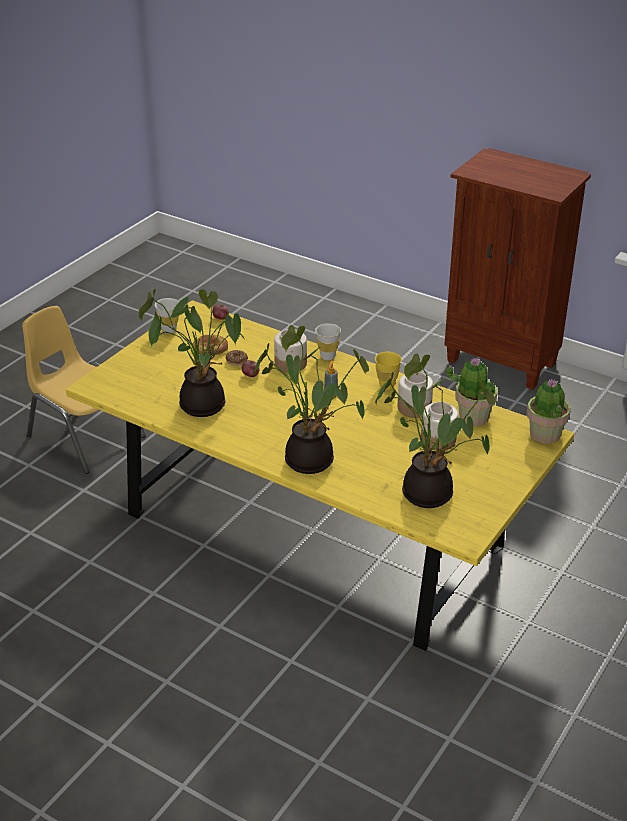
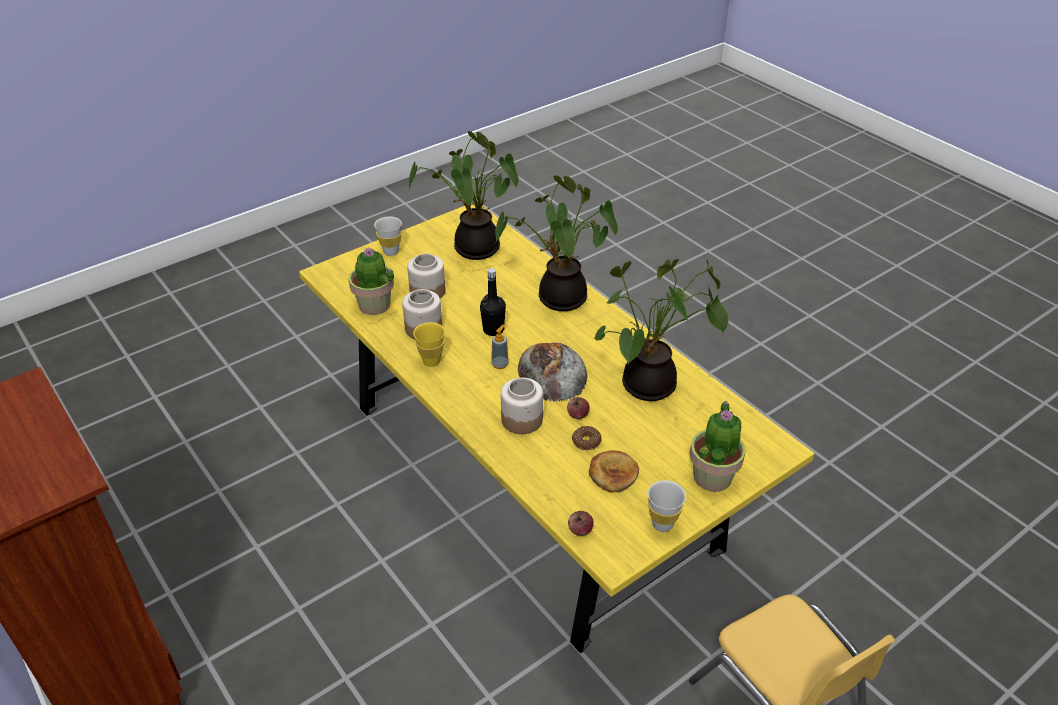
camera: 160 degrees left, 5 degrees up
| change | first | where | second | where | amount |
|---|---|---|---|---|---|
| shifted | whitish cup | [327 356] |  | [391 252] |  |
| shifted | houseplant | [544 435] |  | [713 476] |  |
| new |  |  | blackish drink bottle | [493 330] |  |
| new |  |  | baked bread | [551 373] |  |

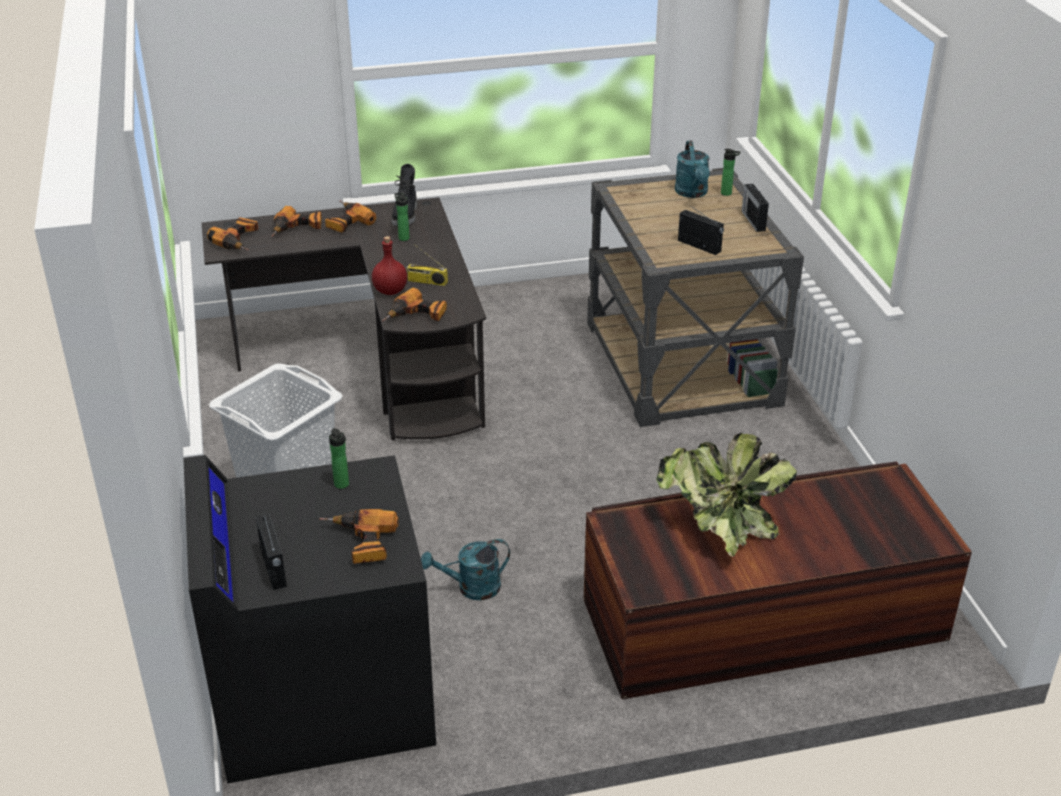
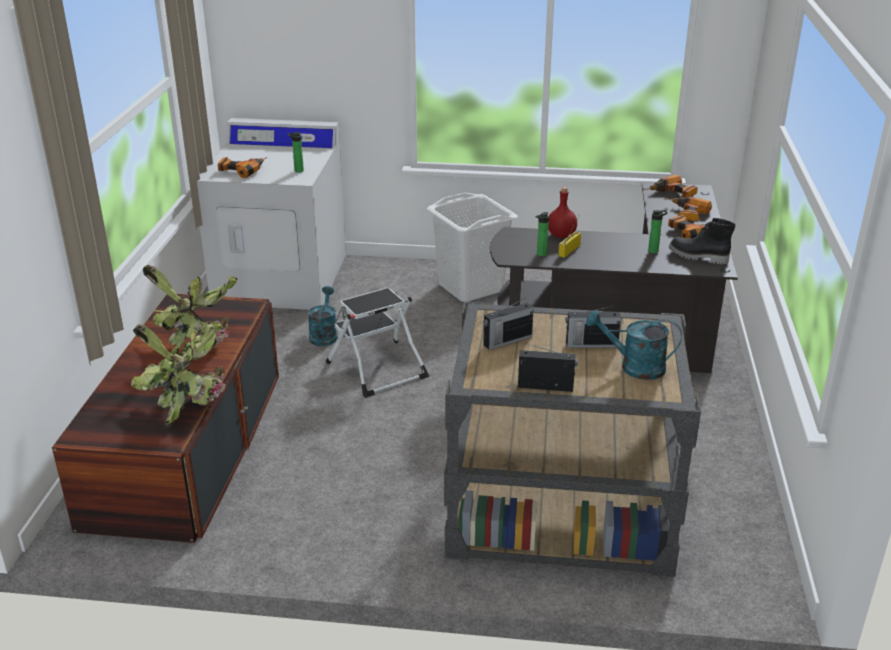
camera: 110 degrees right, 5 degrees down
| change | first | where | second | where | amount |
|---|---|---|---|---|---|
| repainted | blackish washing machine | [323 691] | whitish washing machine | [281 279] |  |
| shifted | radio receiver | [273 568] |  | [590 344] |  |
| gone | power drill | [417 316] |  |  |  |
| shifted | drink bottle | [728 193] |  | [540 254] |  |
| new |  |  | houseplant | [189 399] |  |
| new |  |  | stepladder | [377 367] |  |

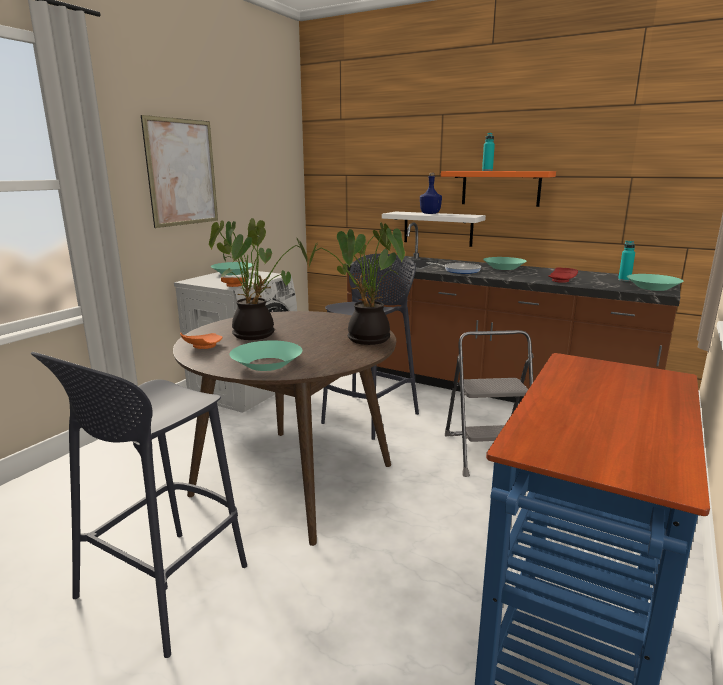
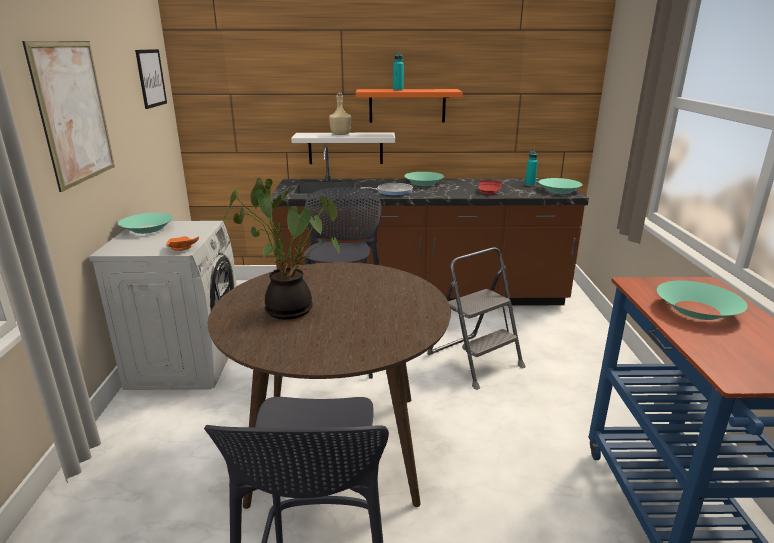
camera: 30 degrees left, 5 degrees up
| change | first | where | second | where | amount |
|---|---|---|---|---|---|
| gone | orangey plate | [201 346] |  |  |  |
| shifted | turquoise serving bowl | [266 364] |  | [697 310] |  |
| gone | houseplant | [364 339] |  |  |  |
| repainted | blue drink bottle | [429 213] | beige drink bottle | [340 134] |  |
| new |  |  | picture | [151 78] |  |

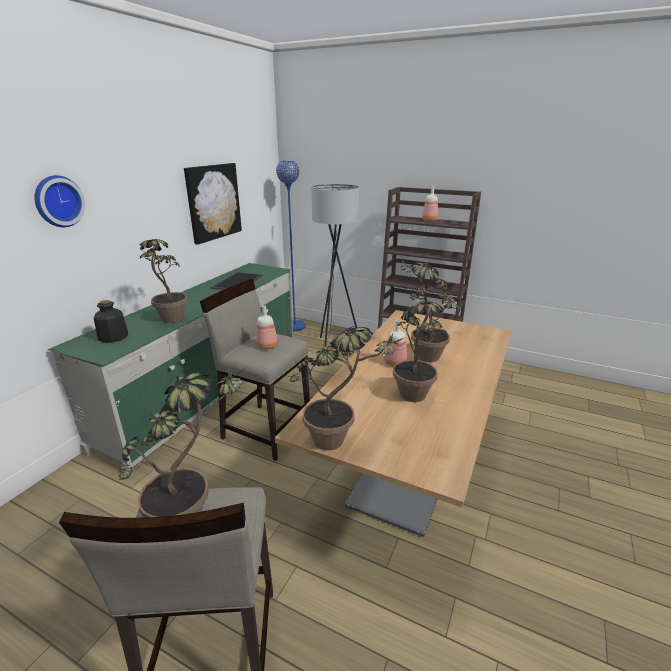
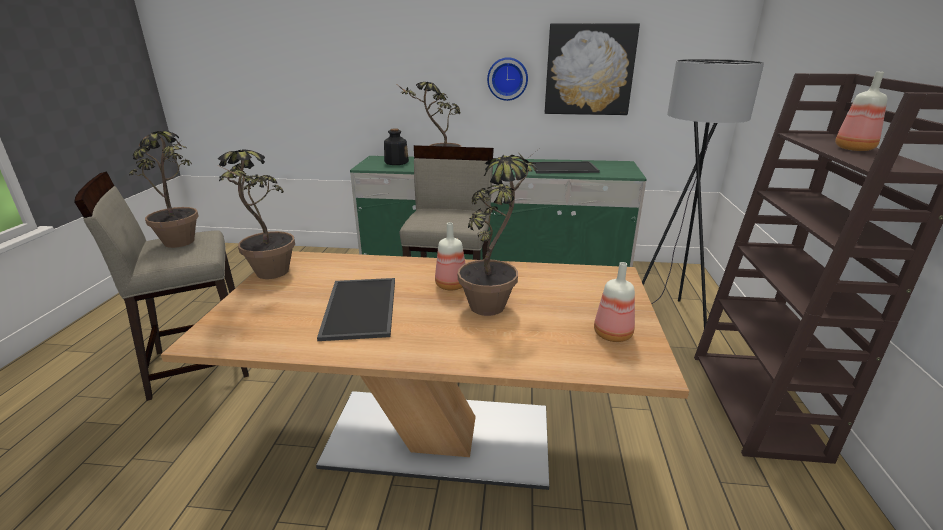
camera: 70 degrees right, 0 degrees up
| change | first | where | second | where | amount |
|---|---|---|---|---|---|
| shifted | clock on the wall | [57 201] |  | [507 79] |  |
| shifted | drink bottle | [268 346] |  | [614 335] |  |
| gone | blue floor lamp | [295 327] |  |  |  |
| swapped | houseplant | [414 400] | serving tray | [358 307] |  |

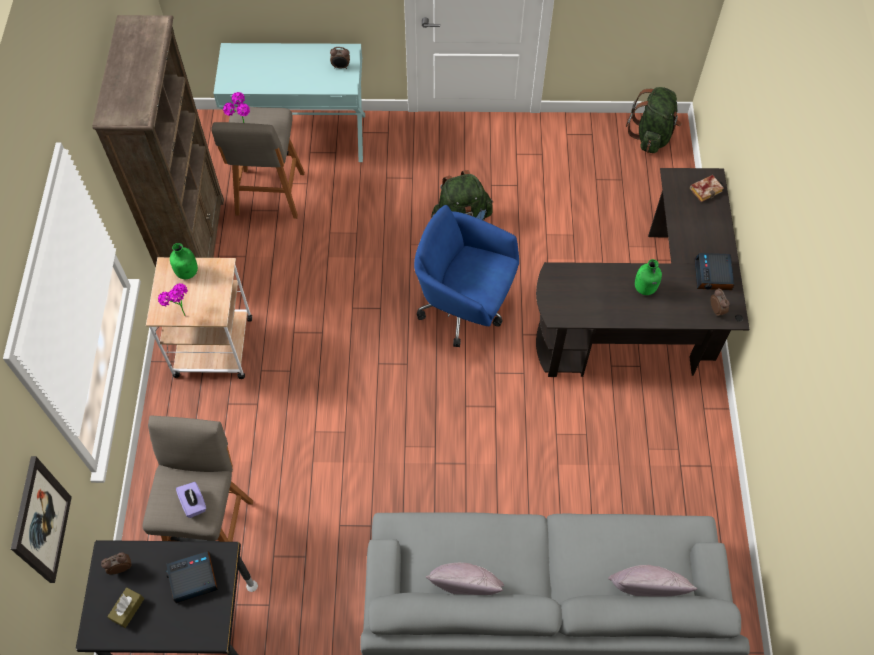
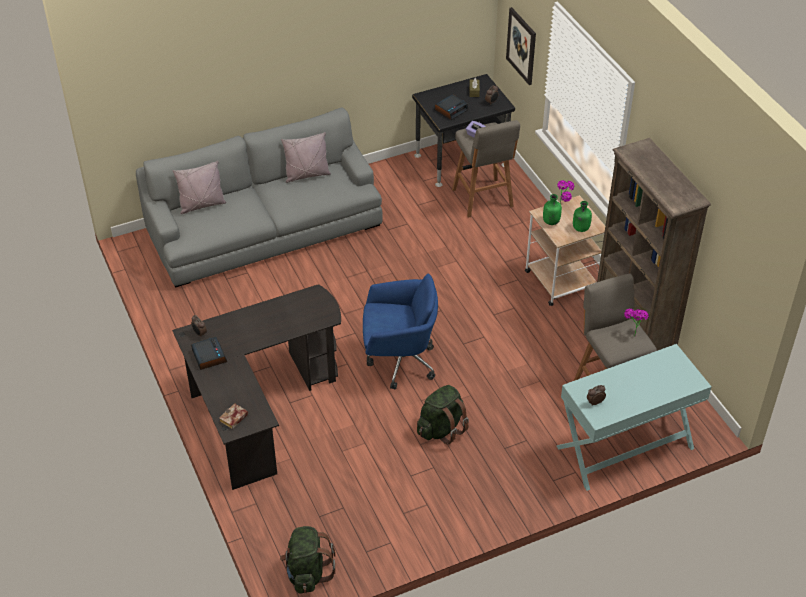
camera: 155 degrees right, 15 degrees down
| change | first | where | second | where | amount |
|---|---|---|---|---|---|
| shifted | greenish drink bottle | [645 288] |  | [551 221] |  |

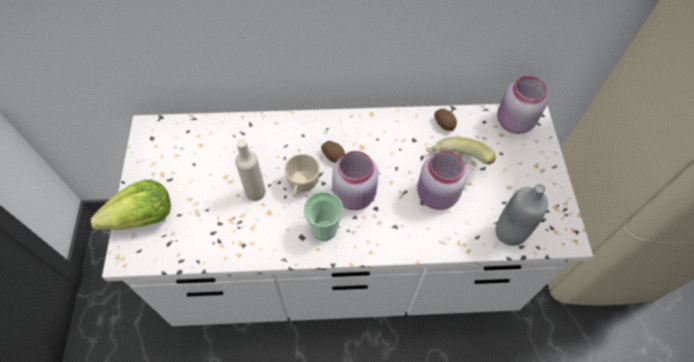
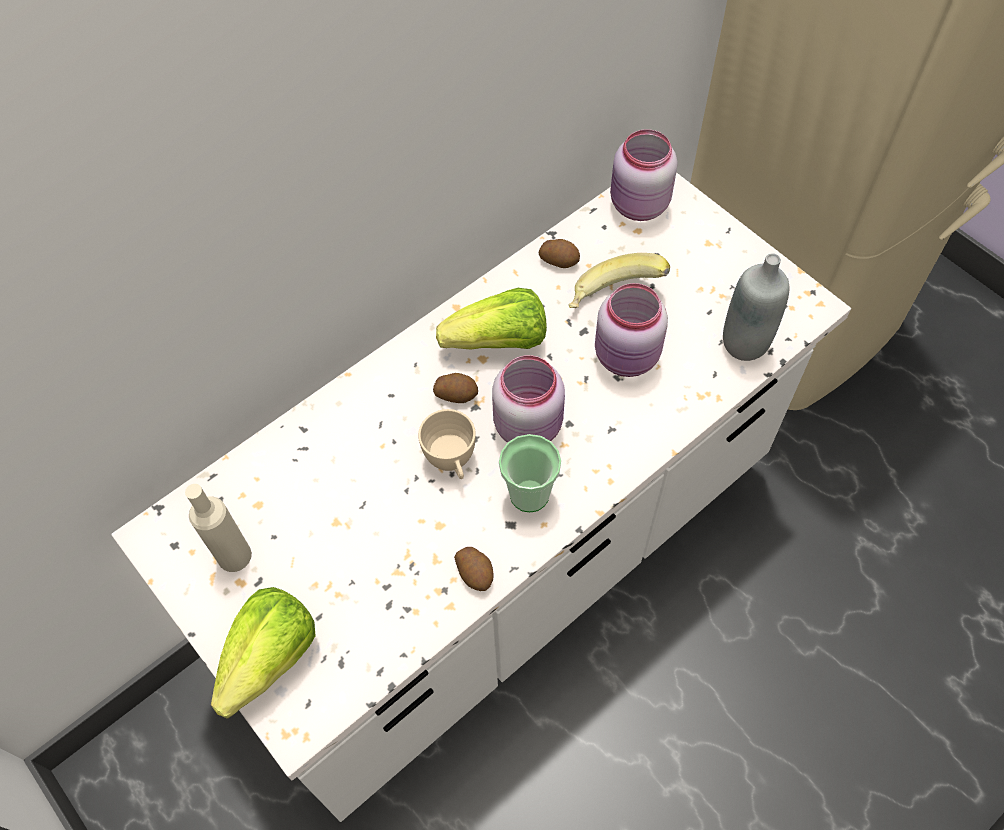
camera: 35 degrees left, 0 degrees up
| change | first | where | second | where | amount |
|---|---|---|---|---|---|
| shifted | beige drink bottle | [255 192] |  | [234 556] |  |
| new |  |  | head of lettuce | [499 342] |  |
| new |  |  | whole potato | [475 573] |  |

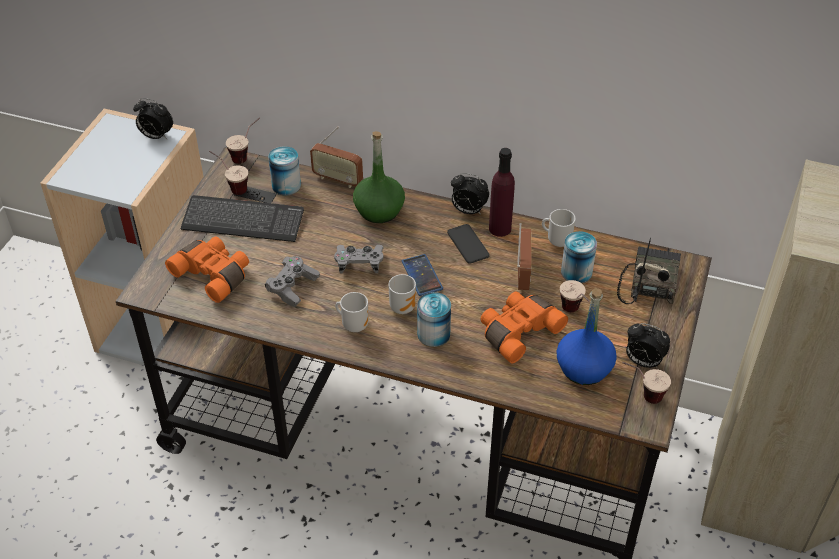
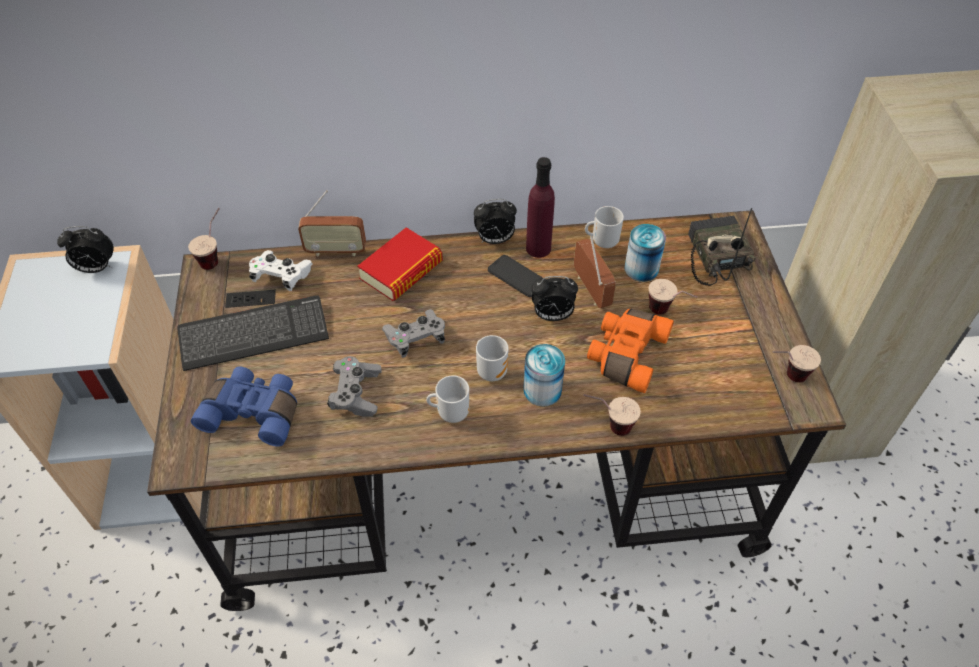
camera: 25 degrees left, 5 degrees up
| change | first | where | second | where | amount |
|---|---|---|---|---|---|
| repainted | orangey pair of binoculars | [214 274] | blue pair of binoculars | [254 412] |  |
| shifted | cup | [231 187] |  | [607 426] |  |
| swapped | sealed can | [286 185] | whitish gamepad | [281 276] |  |
| swapped | greenish drink bottle | [379 210] | bound book | [401 270] |  |
| gone | phone | [422 275] |  |  |  |
| gone | blue drink bottle | [584 368] |  |  |  |
| shifted | alarm clock | [643 362] |  | [552 316] |  |

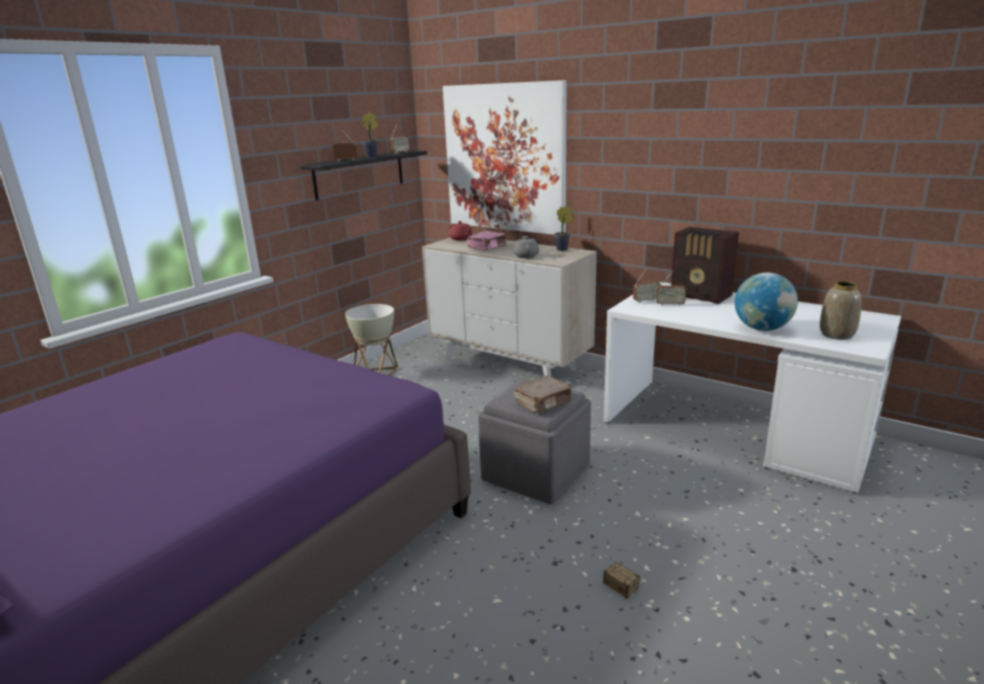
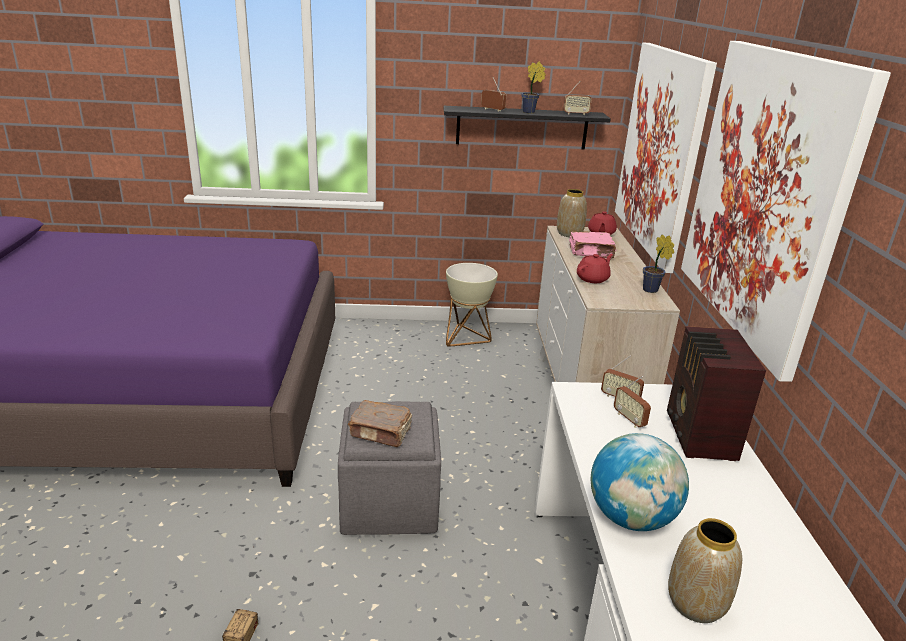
camera: 50 degrees right, 5 degrees up
| change | first | where | second | where | amount |
|---|---|---|---|---|---|
| repainted | grey pot for tea | [526 256] | red pot for tea | [593 279] |  |
| new |  |  | flower vase | [569 234] |  |
| new |  |  | picture | [764 196] |  |

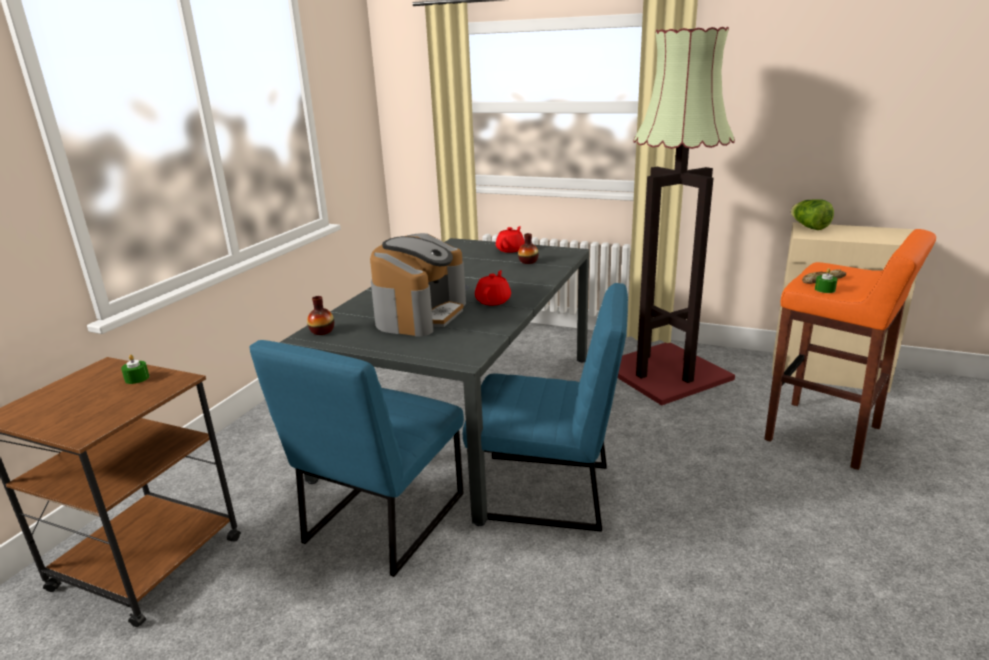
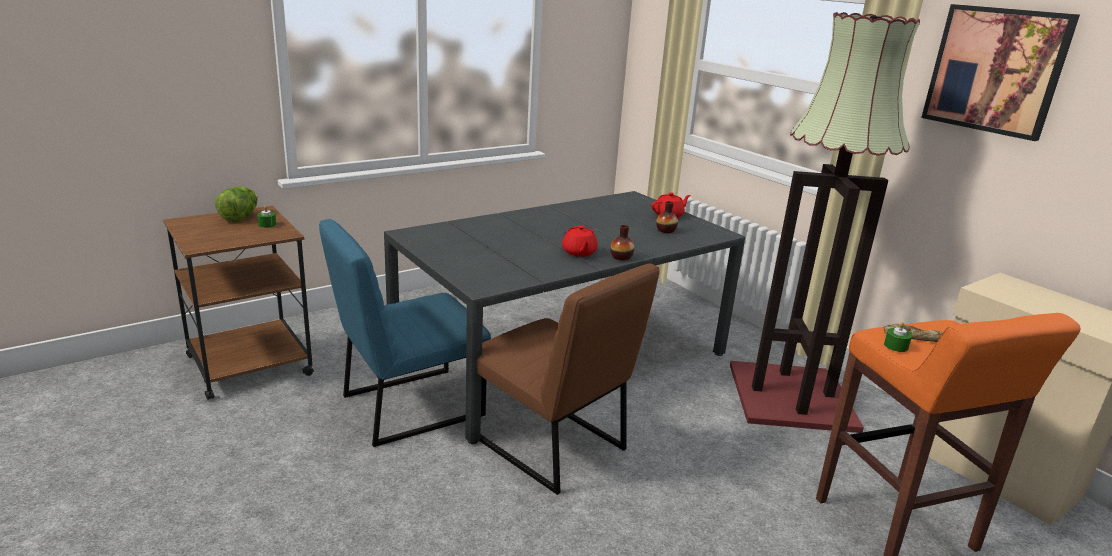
camera: 30 degrees right, 0 degrees up
| change | first | where | second | where | amount |
|---|---|---|---|---|---|
| shifted | flower vase | [322 331] |  | [621 257] |  |
| gone | coffee maker | [420 314] |  |  |  |
| repainted | blue upright chair | [547 492] | brownish upright chair | [551 444] |  |
| rotated | red pot for tea | [493 301] |  | [579 252] | 120 degrees clockwise |
| shifted | head of lettuce | [809 227] |  | [240 217] |  |
| new |  |  | picture | [995 70] |  |

